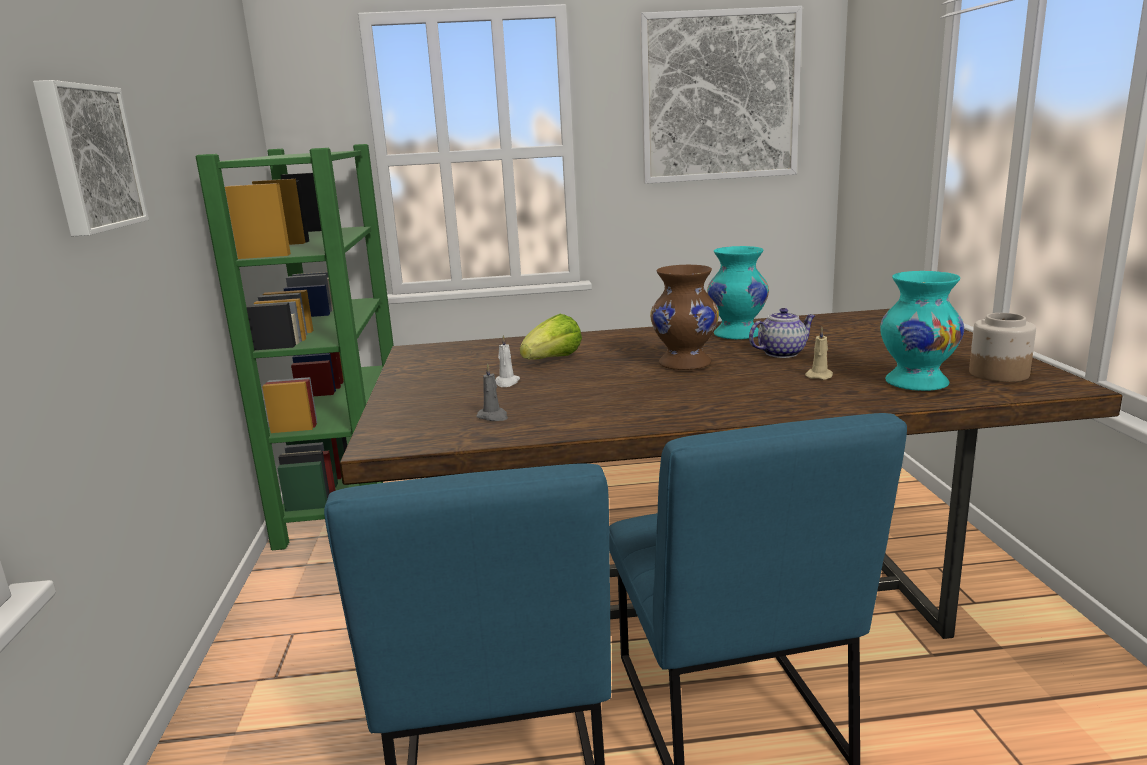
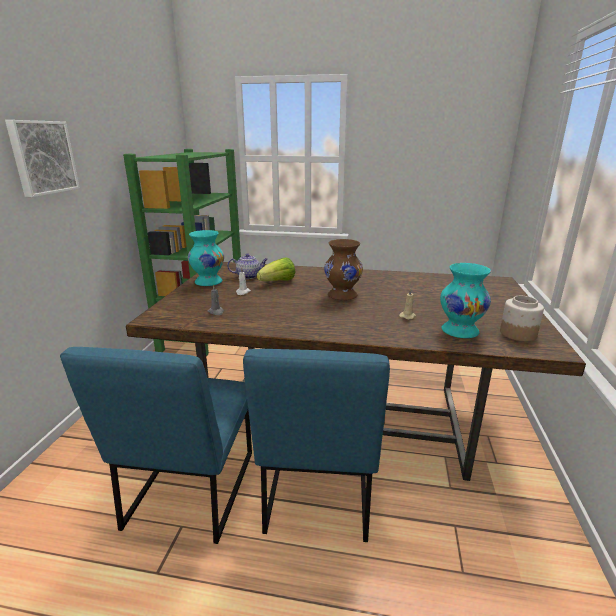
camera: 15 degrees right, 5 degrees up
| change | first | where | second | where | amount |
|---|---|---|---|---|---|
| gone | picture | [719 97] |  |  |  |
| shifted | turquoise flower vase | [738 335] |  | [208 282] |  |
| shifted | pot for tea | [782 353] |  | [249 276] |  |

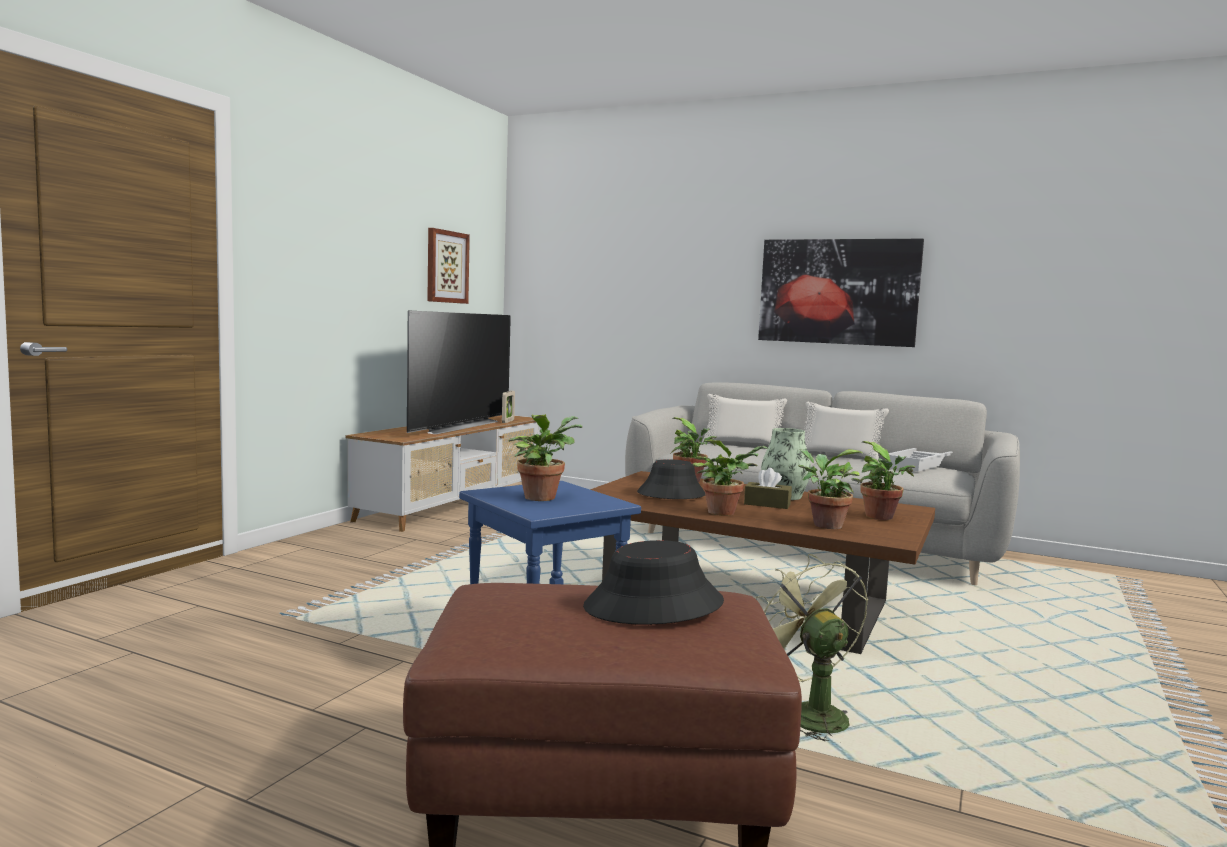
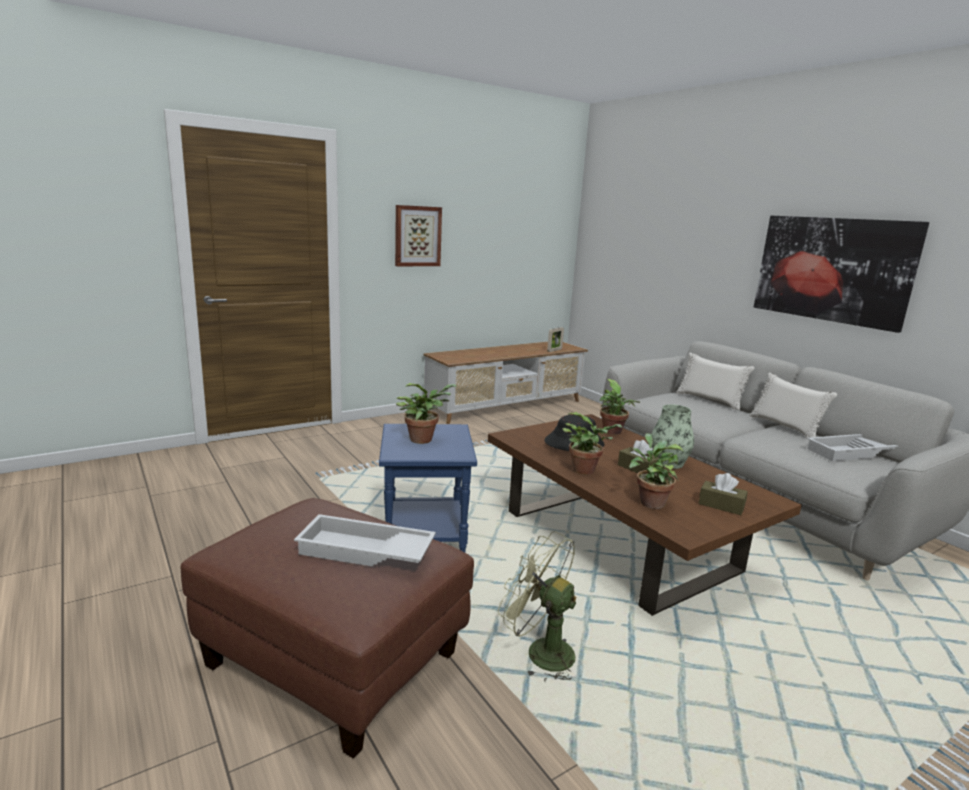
camera: 30 degrees right, 10 degrees up
| change | first | where | second | where | amount |
|---|---|---|---|---|---|
| gone | TV set | [455 426] |  |  |  |
| shifted | picture | [446 267] |  | [417 236] |  |
| swapped | blackish wearable hat | [654 605] | whitish serving tray | [364 552] |  |
| rotated | greenish electric fan | [806 714] |  | [540 652] | 60 degrees counterclockwise |
| swapped | houseplant | [882 518] | brownish tissue box | [721 505] |  |

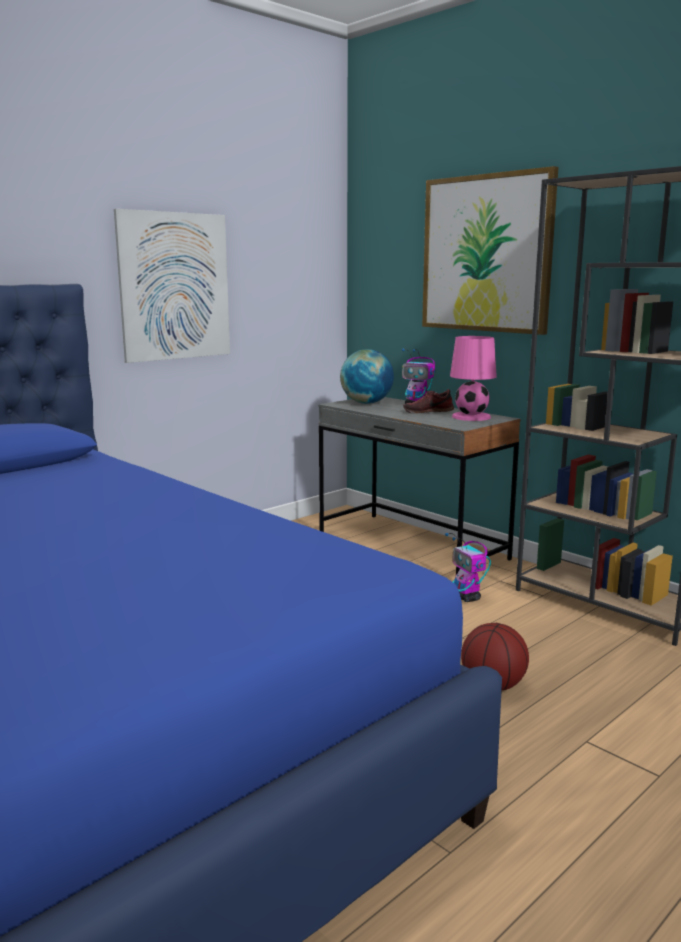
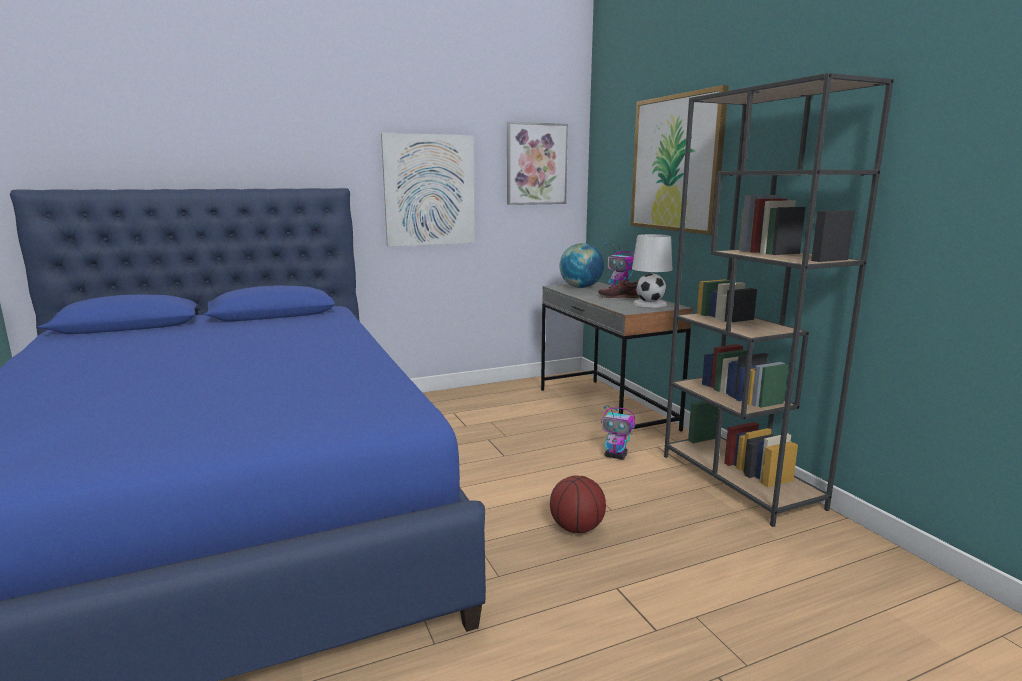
camera: 20 degrees right, 0 degrees up
| change | first | where | second | where | amount |
|---|---|---|---|---|---|
| rotated | toy robot | [466 597] |  | [616 456] | 60 degrees counterclockwise |
| repainted | pinkish table lamp | [470 417] | whitish table lamp | [649 304] |  |
| new |  |  | picture | [536 164] |  |

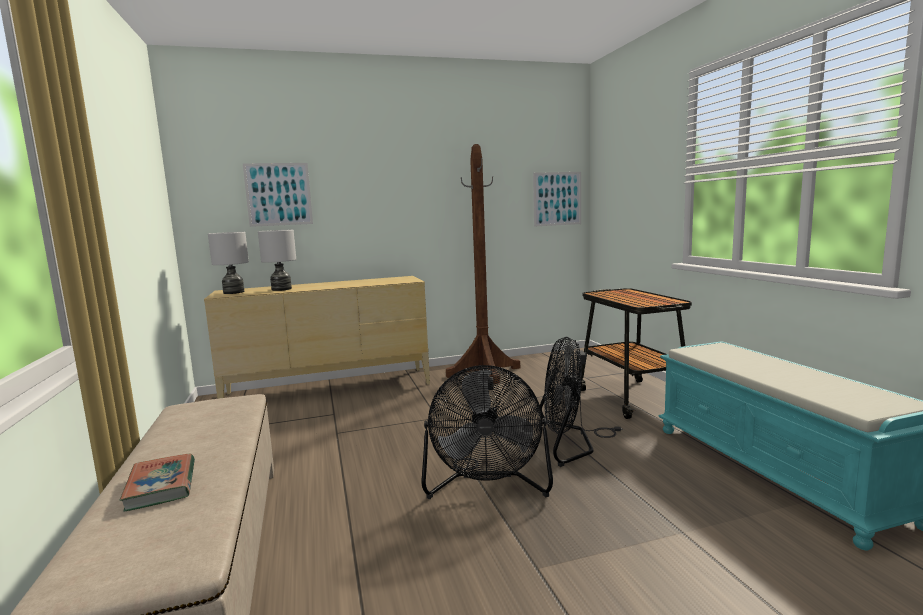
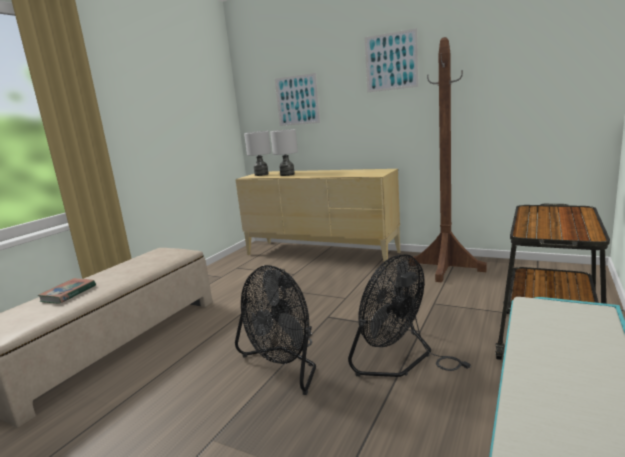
camera: 45 degrees right, 5 degrees up
| change | first | where | second | where | amount |
|---|---|---|---|---|---|
| shifted | picture | [557 198] |  | [391 61] |  |

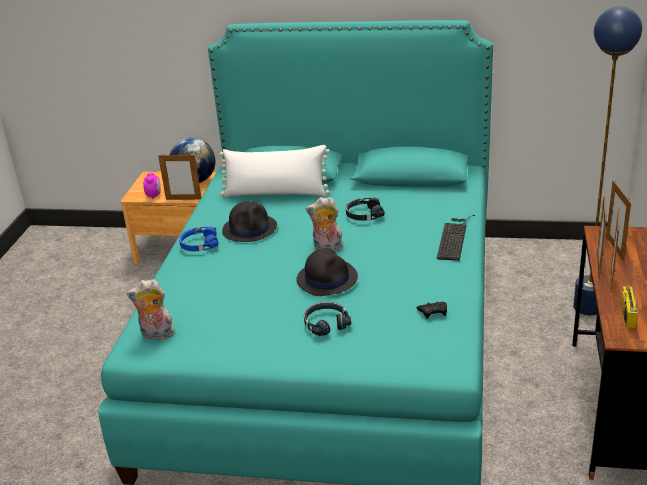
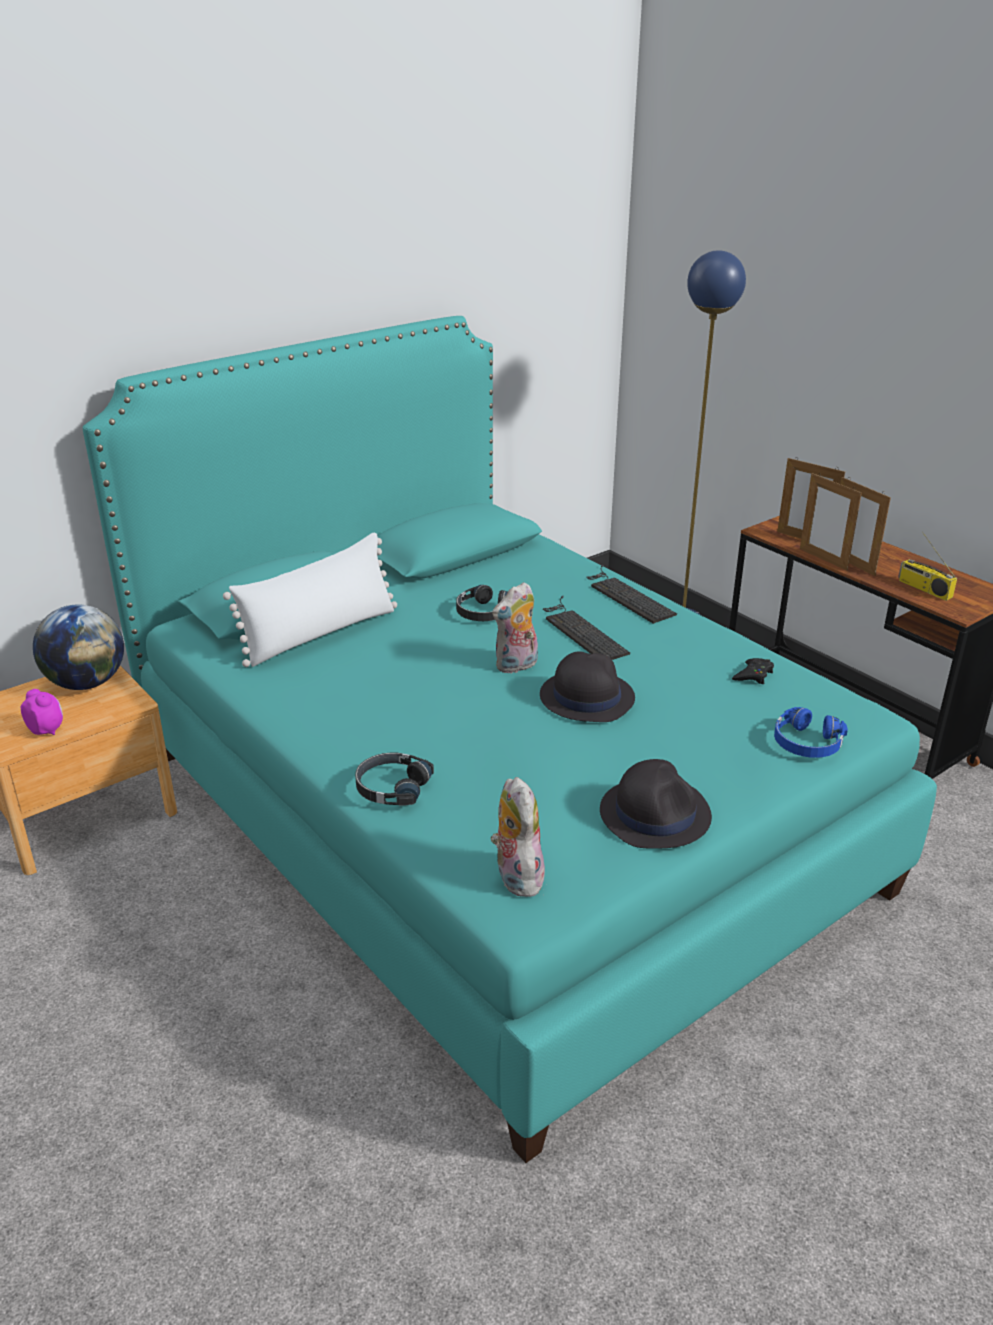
camera: 50 degrees left, 0 degrees up
| change | first | where | second | where | amount |
|---|---|---|---|---|---|
| rotated | cuddly toy | [156 335] |  | [515 876] | 120 degrees clockwise |
| gone | picture frame | [183 199] |  |  |  |
| shifted | blue pair of headphones | [199 244] |  | [806 743] |  |
| shifted | blackish wearable hat | [250 229] |  | [655 814] |  |
| shifted | blackish pair of headphones | [326 323] |  | [392 787] |  |
| new |  |  | computer keyboard | [580 630] |  |

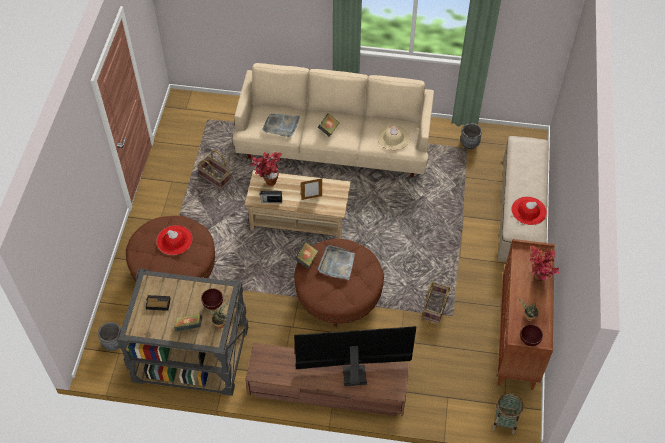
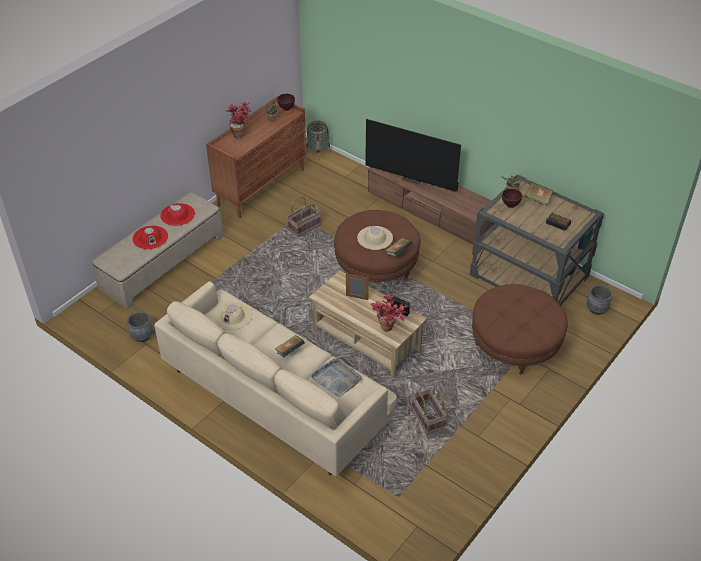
camera: 150 degrees left, 10 degrees down
| change | first | where | second | where | amount |
|---|---|---|---|---|---|
| shifted | red wearable hat | [174 240] |  | [150 237] |  |
| swapped | grey serving tray | [337 264] | beige wearable hat | [375 238] |  |

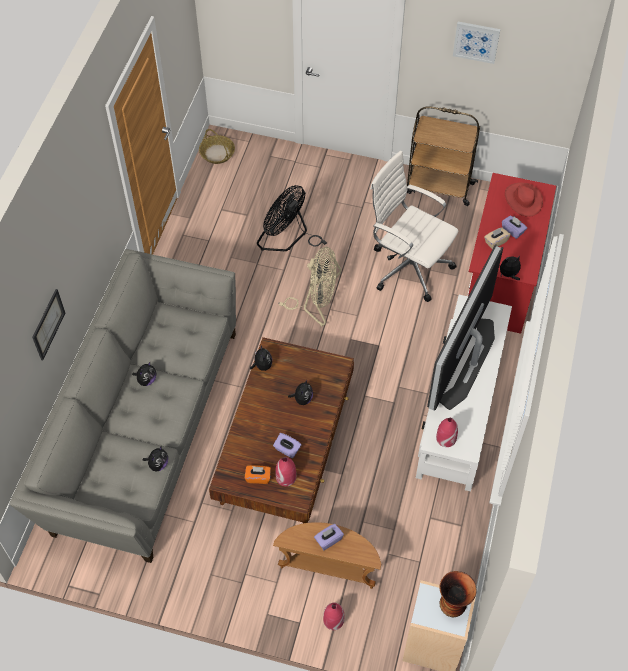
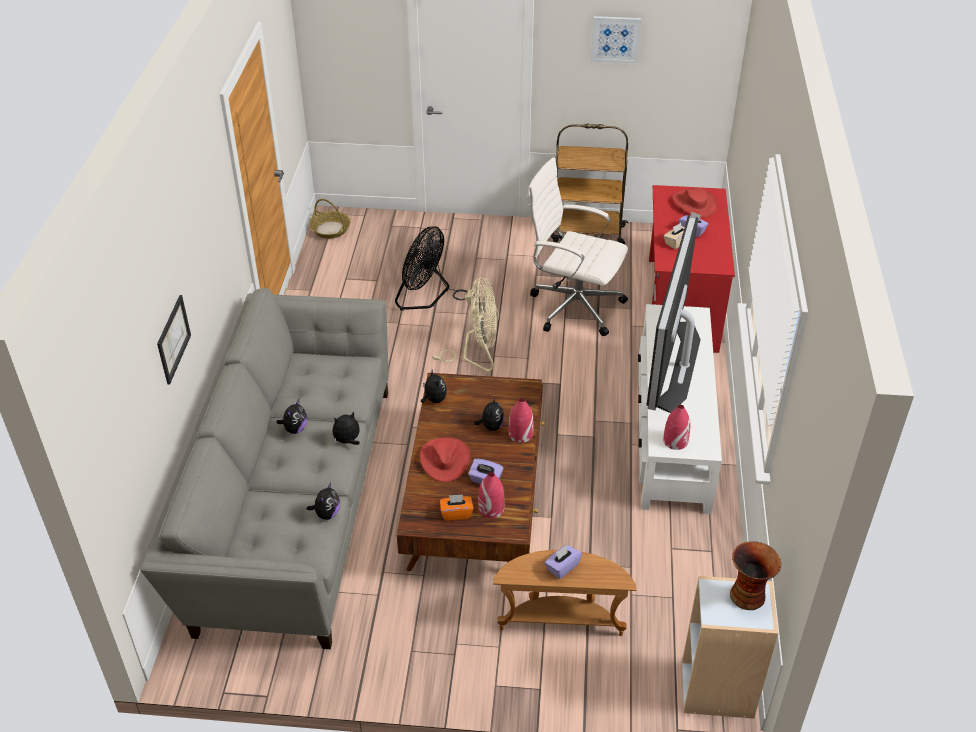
camera: 10 degrees left, 15 degrees down
| change | first | where | second | where | amount |
|---|---|---|---|---|---|
| shifted | red flower vase | [333 620] |  | [520 434] |  |
| shifted | cuddly toy | [509 275] |  | [347 441] |  |
| new |  |  | red wearable hat | [445 459] |  |

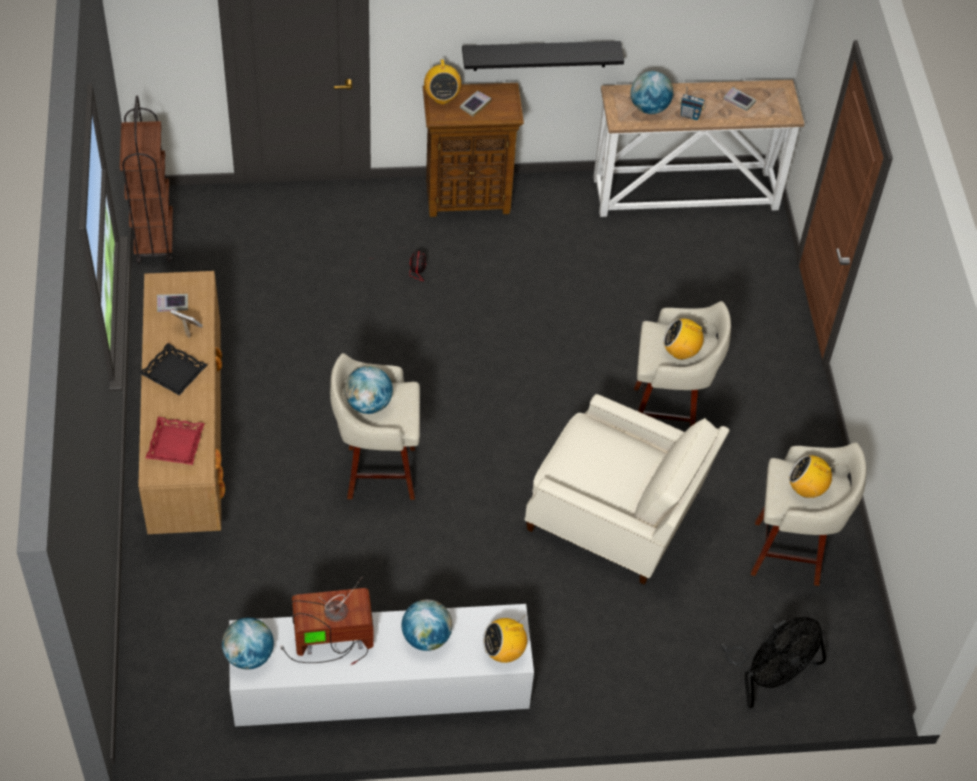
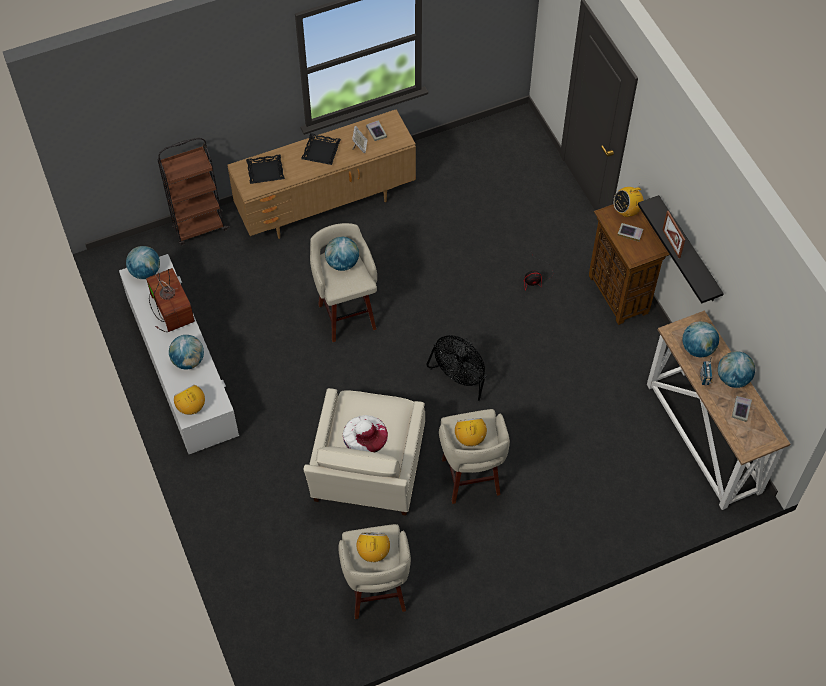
camera: 75 degrees right, 5 degrees up
| change | first | where | second | where | amount |
|---|---|---|---|---|---|
| shifted | brownish wheeled cart | [154 239] |  | [199 229] |  |
| repainted | red serving tray | [176 444] | blackish serving tray | [265 172] |  |
| shifted | blackish electric fan | [769 673] |  | [460 374] |  |
| new |  |  | whitish wearable hat | [365 434] |  |
| new |  |  | picture frame | [671 243] |  |
| new |  |  | globe | [732 378] |  |

